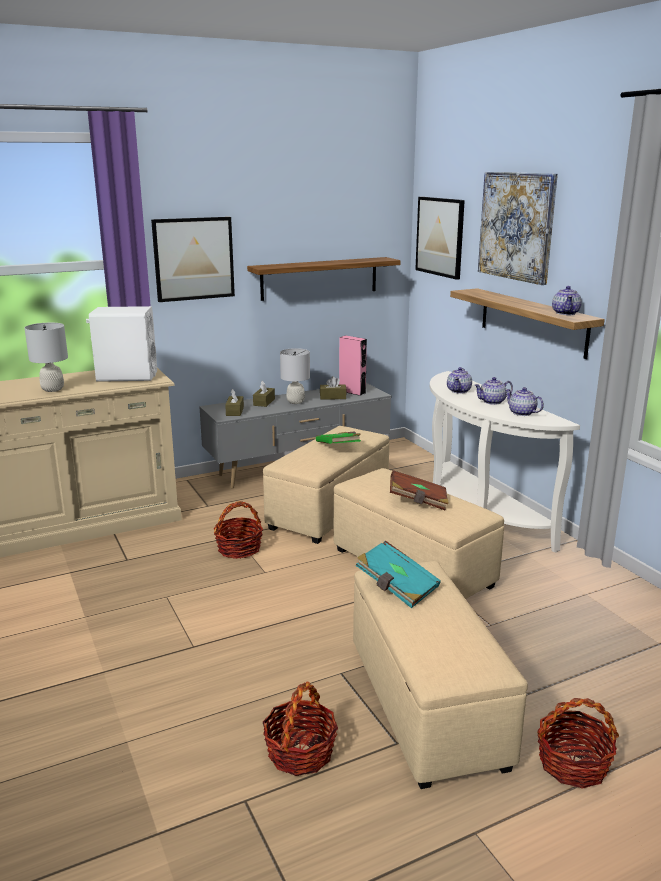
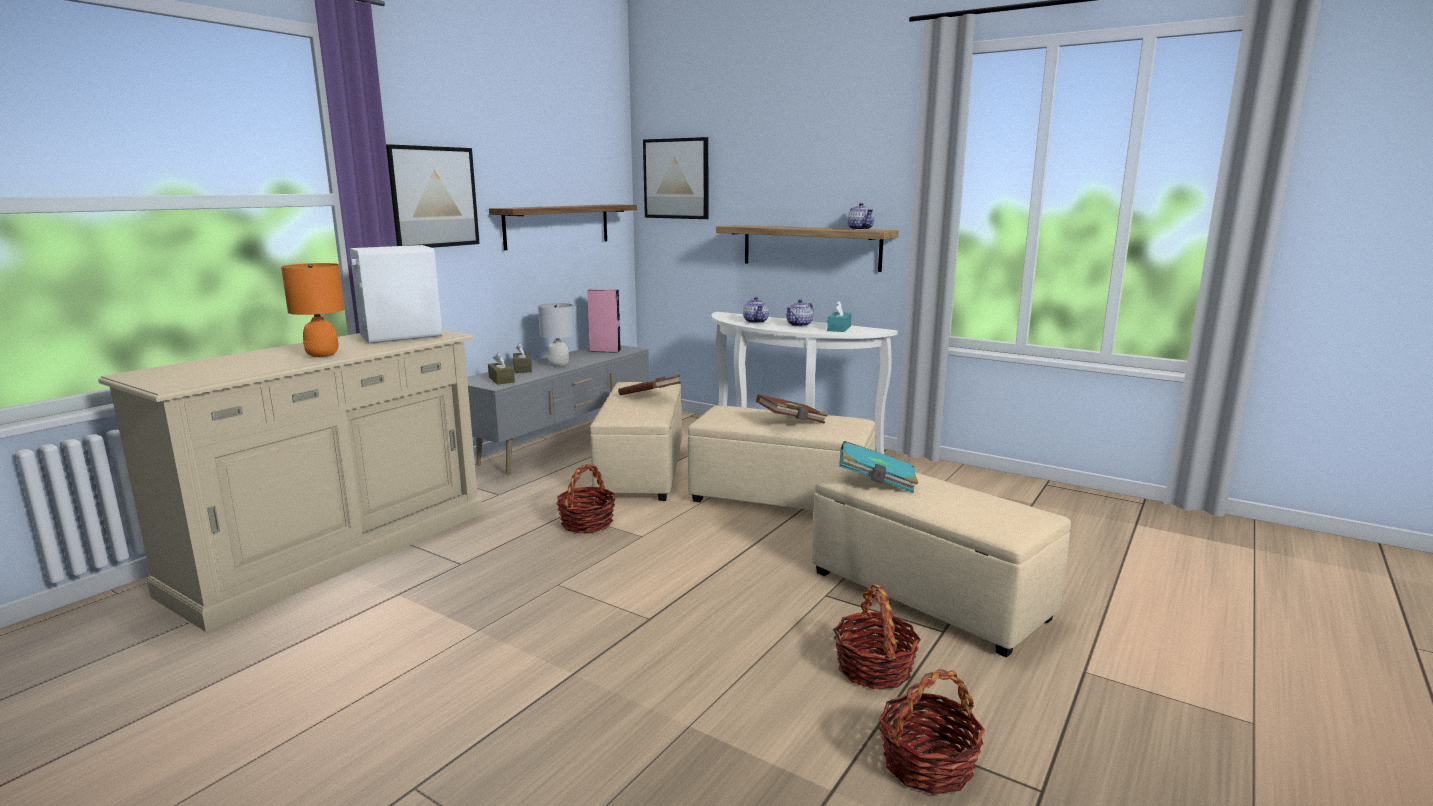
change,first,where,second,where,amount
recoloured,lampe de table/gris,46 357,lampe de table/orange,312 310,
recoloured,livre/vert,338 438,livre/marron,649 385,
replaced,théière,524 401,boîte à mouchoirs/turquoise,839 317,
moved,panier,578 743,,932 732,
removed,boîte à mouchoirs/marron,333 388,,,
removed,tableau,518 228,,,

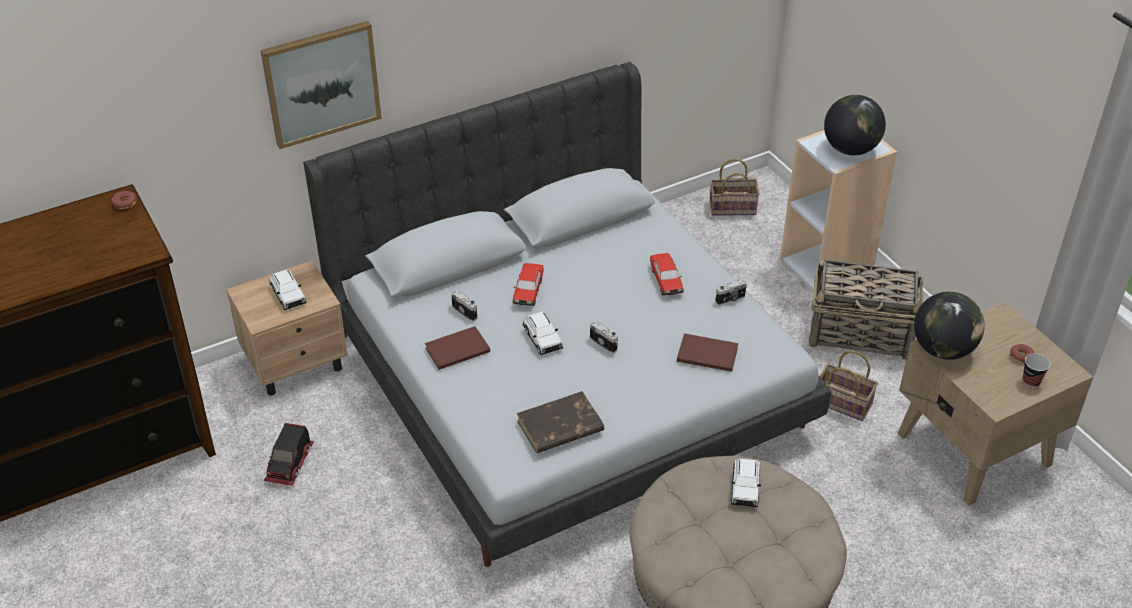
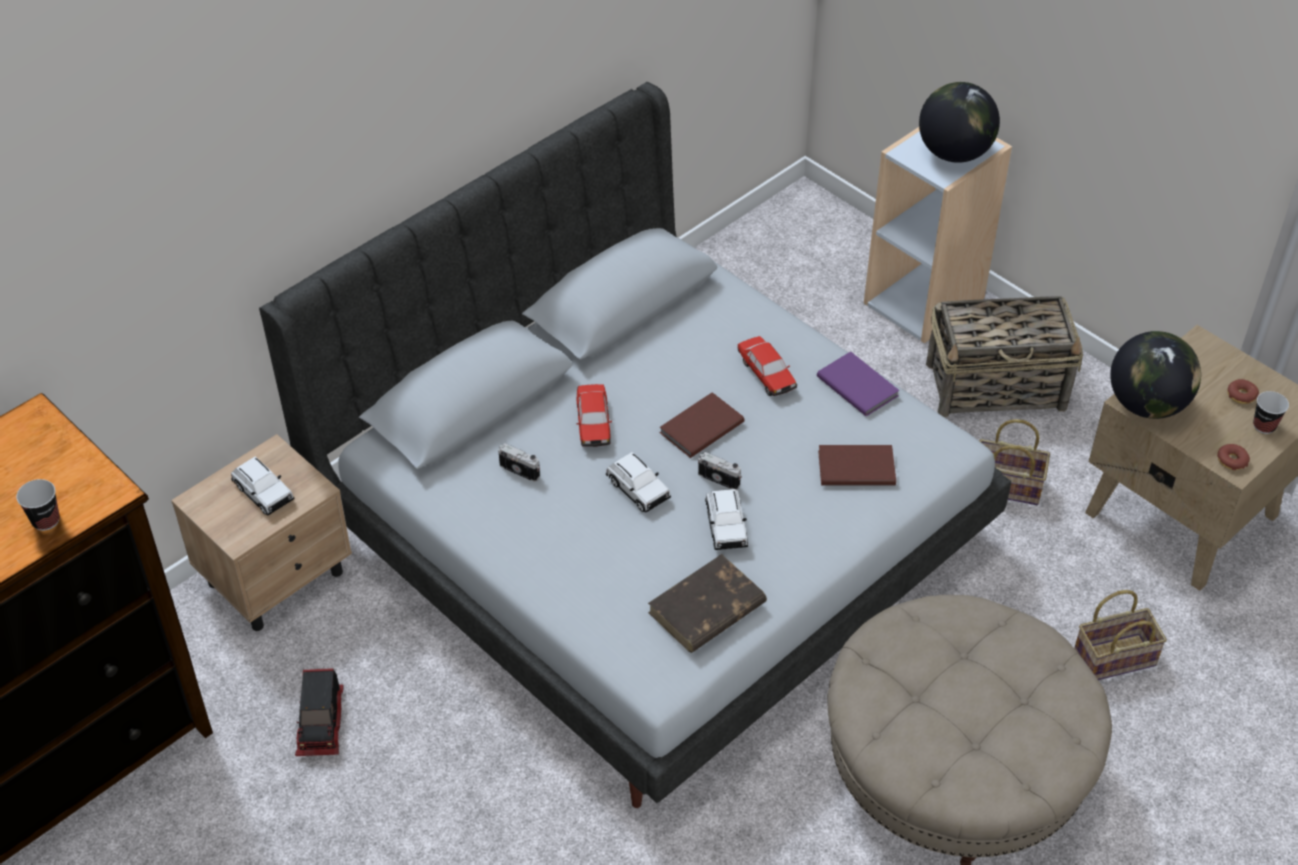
change,first,where,second,where,amount
added,,,tasse,38 505,
moved,livre/marron,457 348,,702 425,
moved,petite voiture/blanc,746 483,,726 519,
replaced,appareil photo,731 292,livre/violet,858 383,
moved,panier,734 187,,1120 635,
moved,beignet,124 200,,1233 457,
removed,tableau,321 85,,,

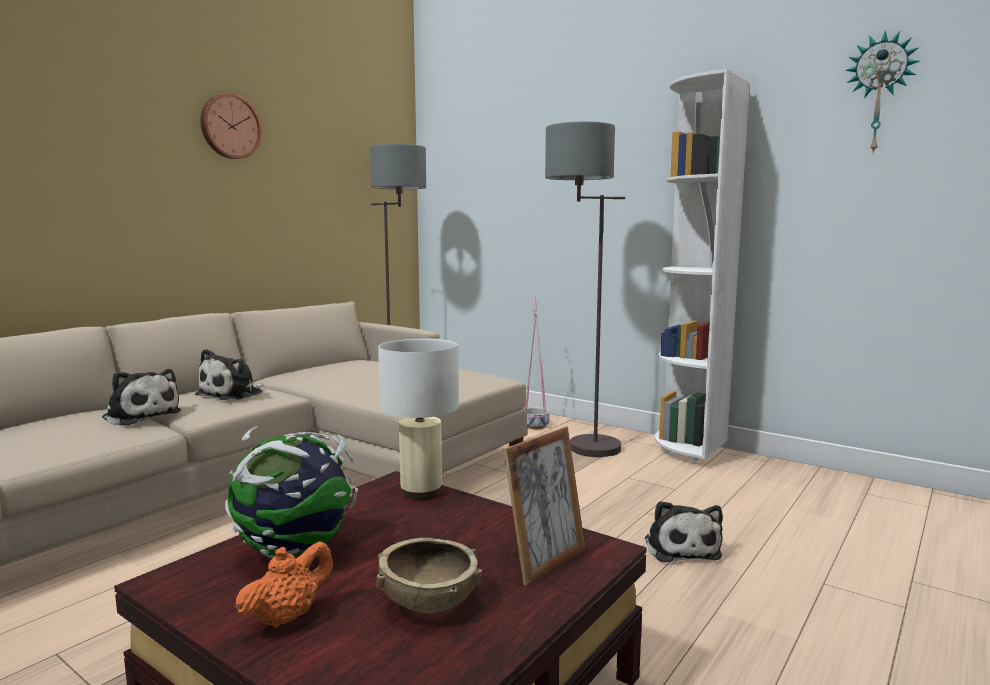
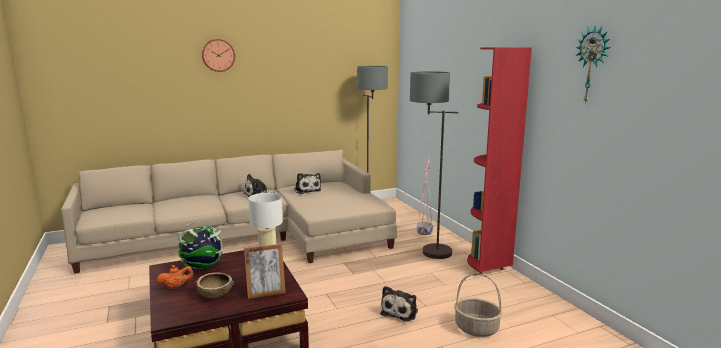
change,first,where,second,where,amount
moved,horloge murale,231 126,,218 55,
moved,peluche,141 397,,307 183,
added,,,panier,478 305,
recoloured,bibliothèque/blanc,702 266,bibliothèque/rouge,499 160,

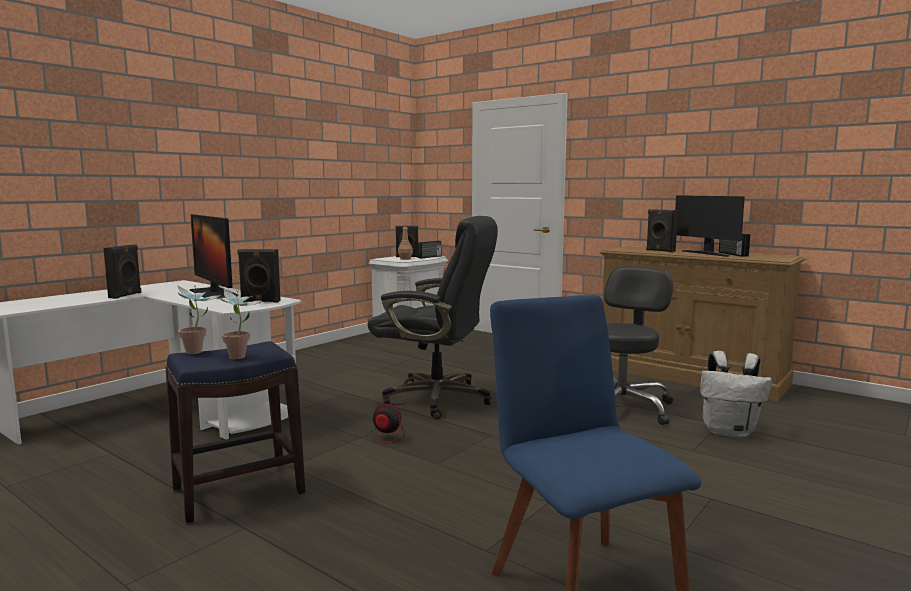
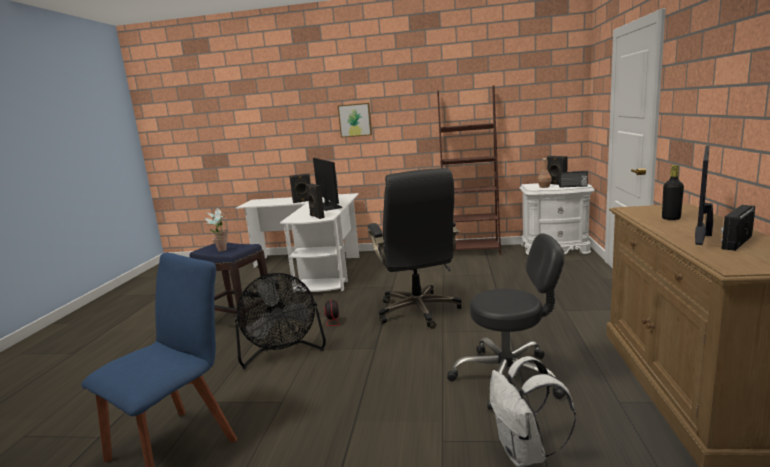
change,first,where,second,where,amount
added,,,ventilateur/noir,280 321,
turned,écran d'ordinateur,214 256,,327 184,135 degrees clockwise
added,,,tableau,355 120,
added,,,bibliothèque/marron,469 170,
replaced,enceinte/noir,662 230,bouteille/noir,673 192,

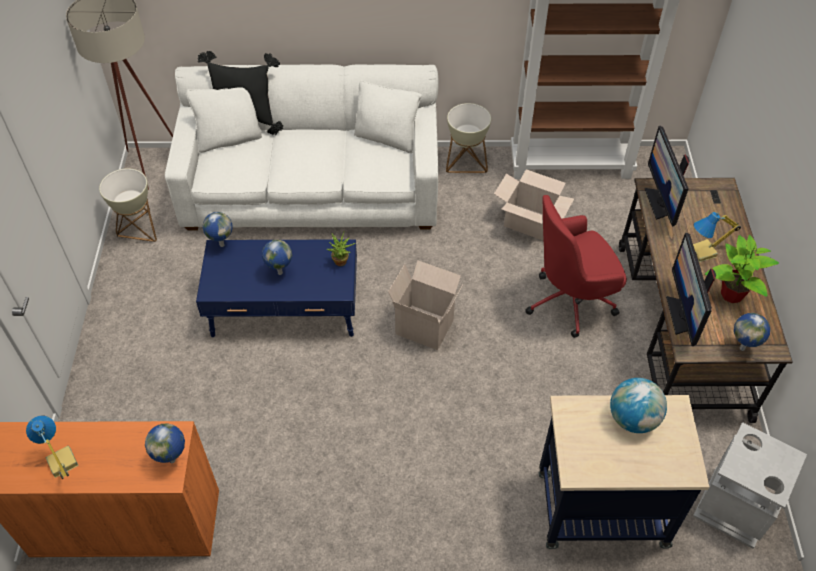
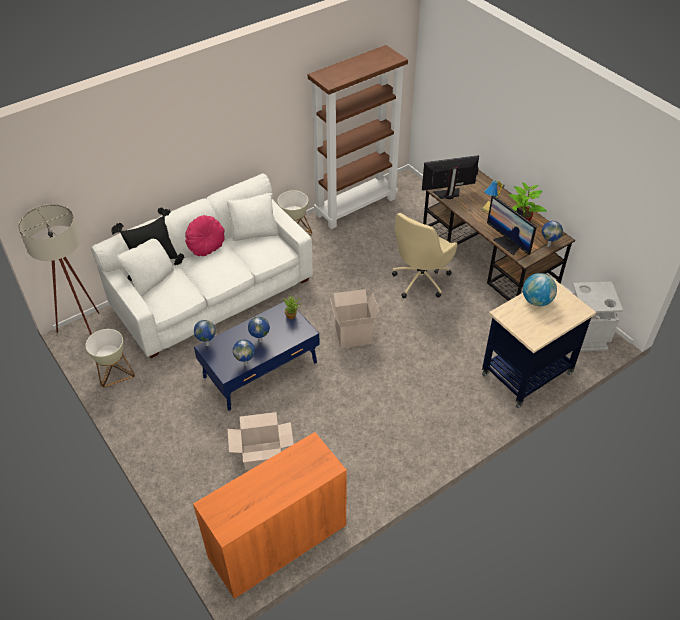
change,first,where,second,where,amount
added,,,coussin/rose,204 235,
moved,carton,534 204,,260 441,
moved,globe,165 443,,244 352,
recoloured,chaise de bureau/rouge,576 266,chaise de bureau/beige,424 255,
turned,écran d'ordinateur,667 176,,450 177,120 degrees clockwise
removed,lampe de table,52 447,,,

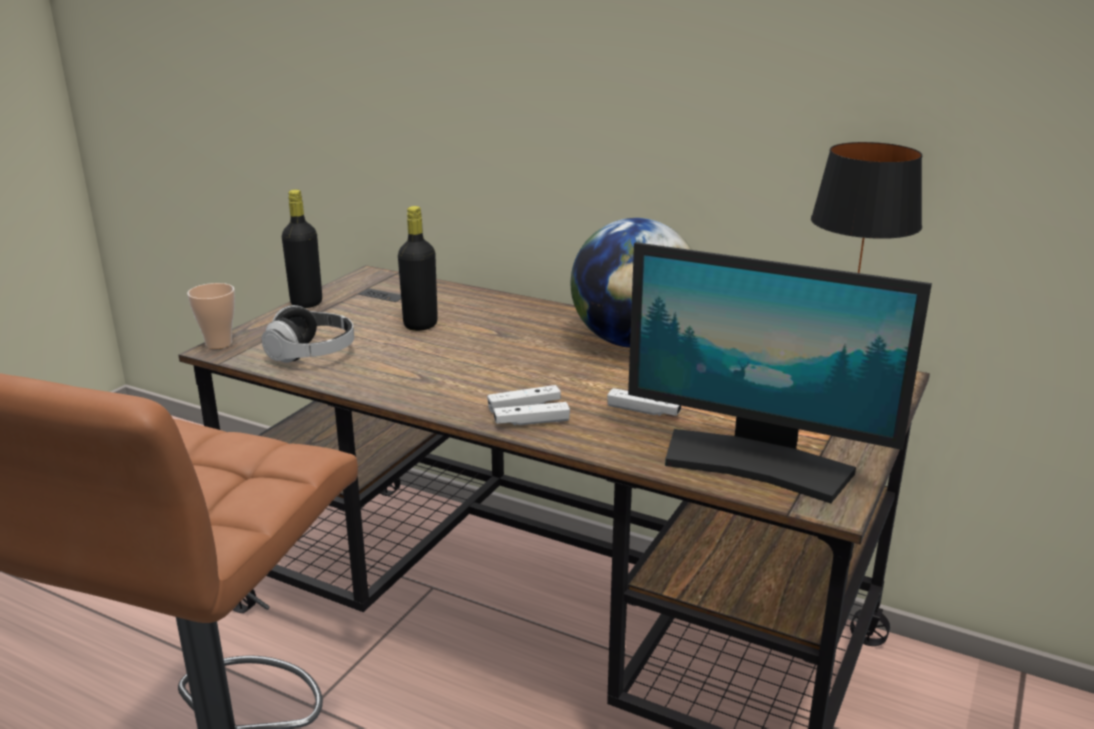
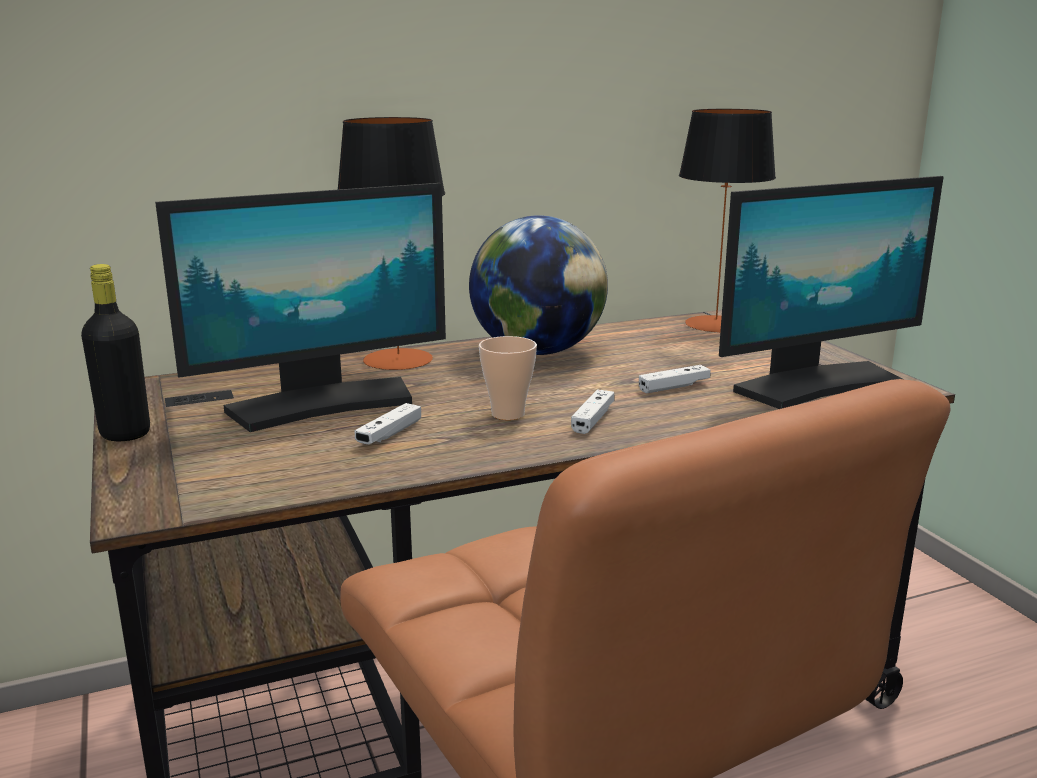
change,first,where,second,where,amount
replaced,bouteille/noir,418 268,écran d'ordinateur,300 307,
added,,,lampe de table,391 243,
moved,manette/blanc,532 414,,388 423,
moved,tasse,211 316,,508 378,
removed,casque audio,308 334,,,

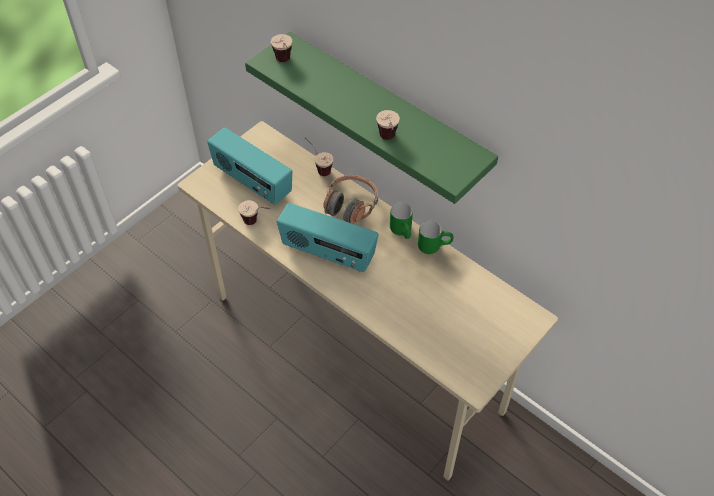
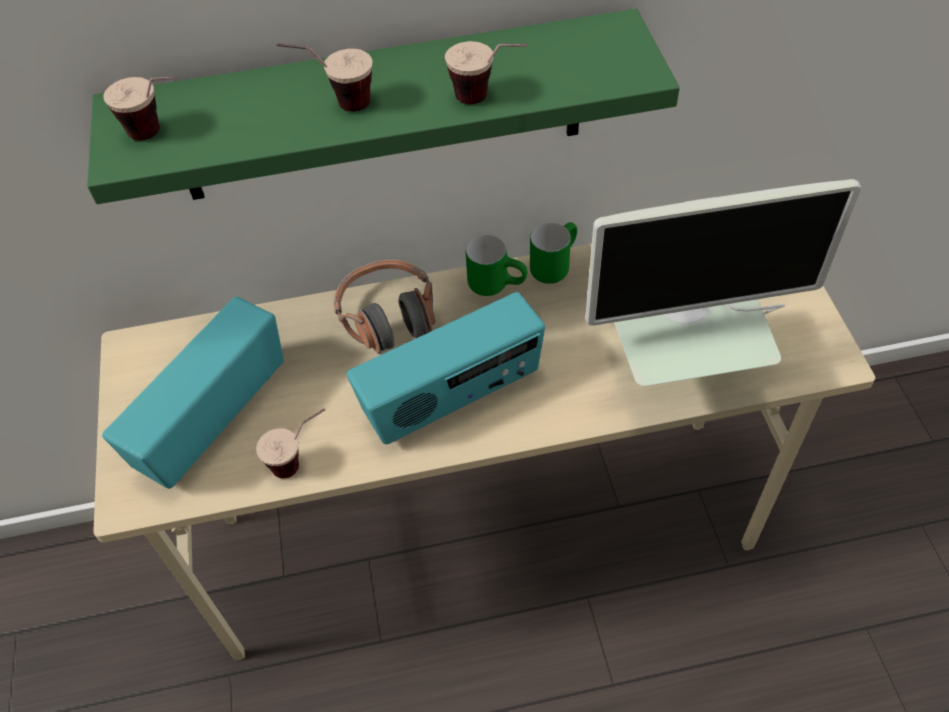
change,first,where,second,where,amount
turned,radio,249 166,,193 393,135 degrees clockwise
moved,tasse,319 157,,324 77,
added,,,écran d'ordinateur,723 282,

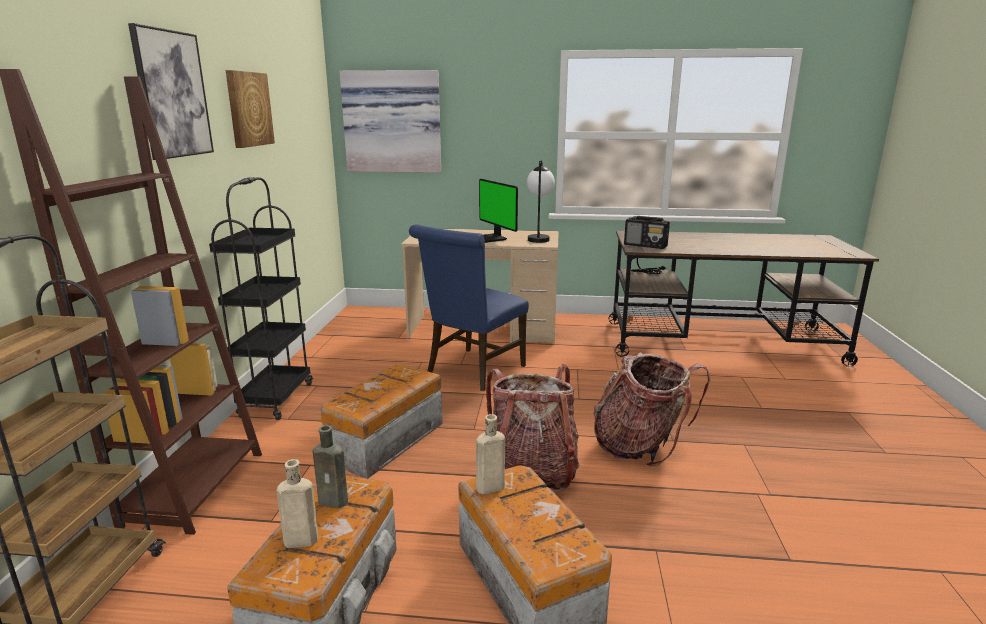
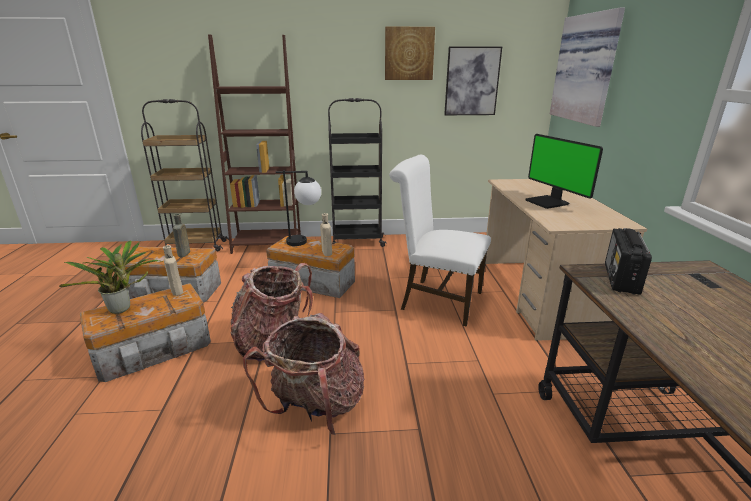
change,first,where,second,where,amount
added,,,plante en pot,111 277,
moved,lampe de table,541 201,,298 208,
moved,bouteille/beige,297 503,,326 234,
recoloured,chaise/bleu,469 307,chaise/blanc,440 240,
moved,tableau,171 91,,473 81,
turned,écran d'ordinateur,498 211,,564 171,75 degrees counterclockwise

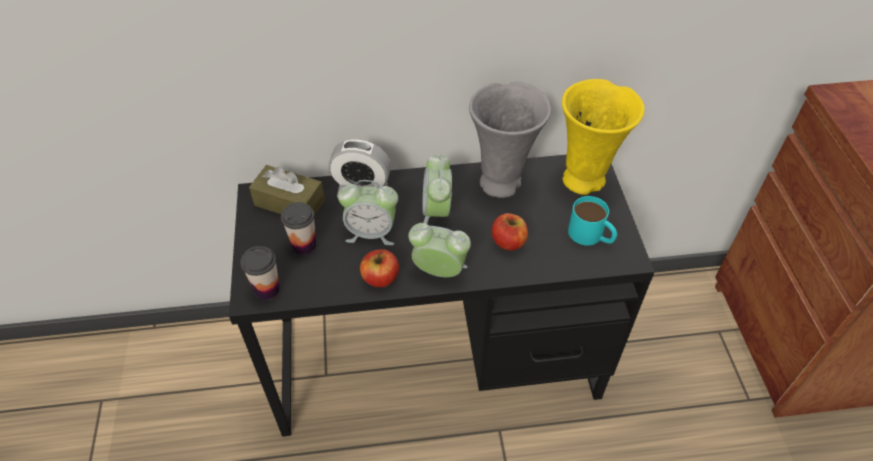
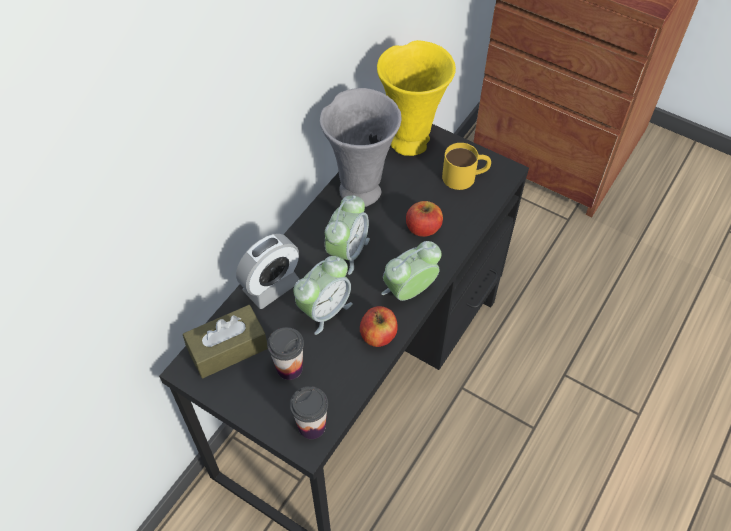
change,first,where,second,where,amount
turned,réveil,437 189,,347 235,105 degrees counterclockwise
recoloured,mug/turquoise,592 220,mug/jaune,466 166,

